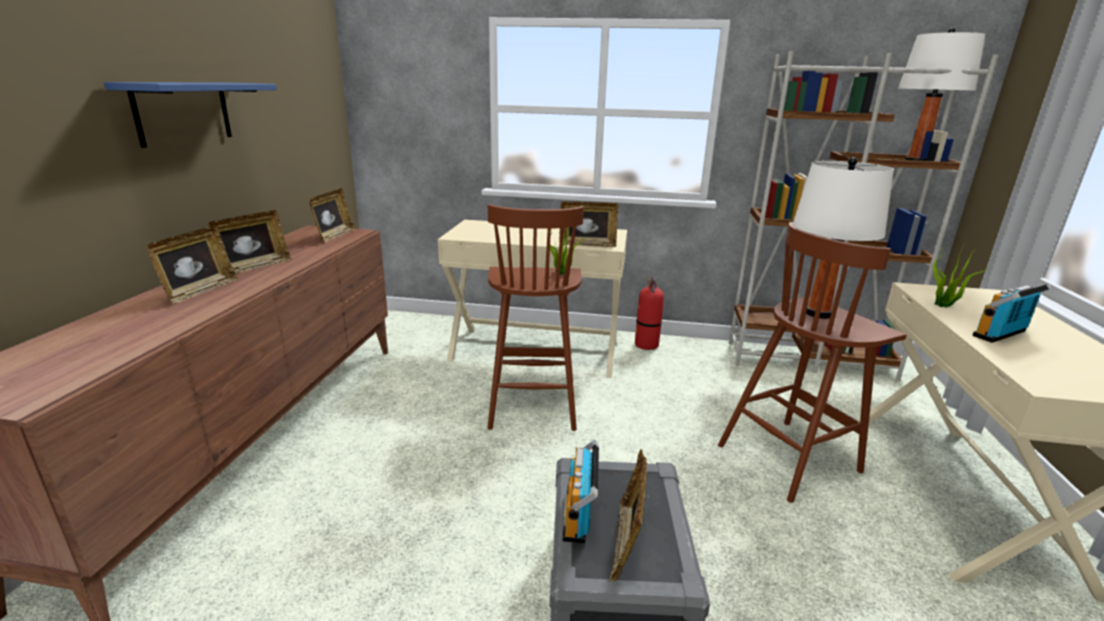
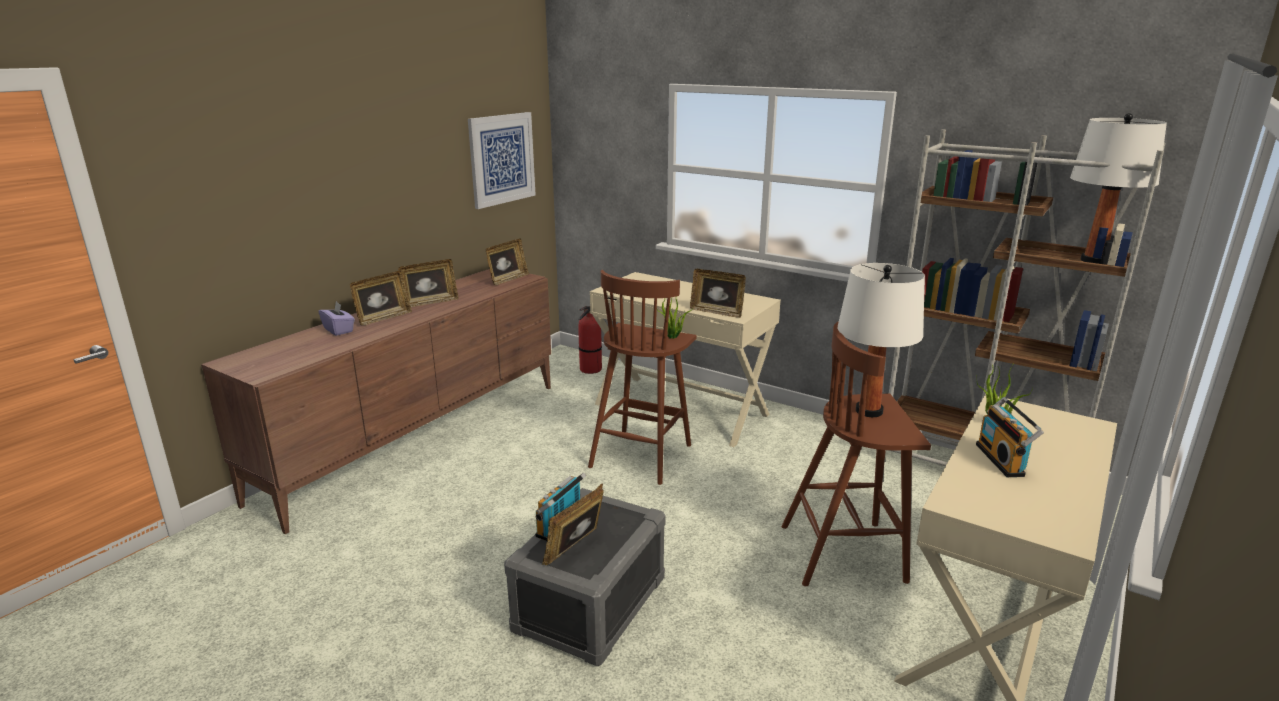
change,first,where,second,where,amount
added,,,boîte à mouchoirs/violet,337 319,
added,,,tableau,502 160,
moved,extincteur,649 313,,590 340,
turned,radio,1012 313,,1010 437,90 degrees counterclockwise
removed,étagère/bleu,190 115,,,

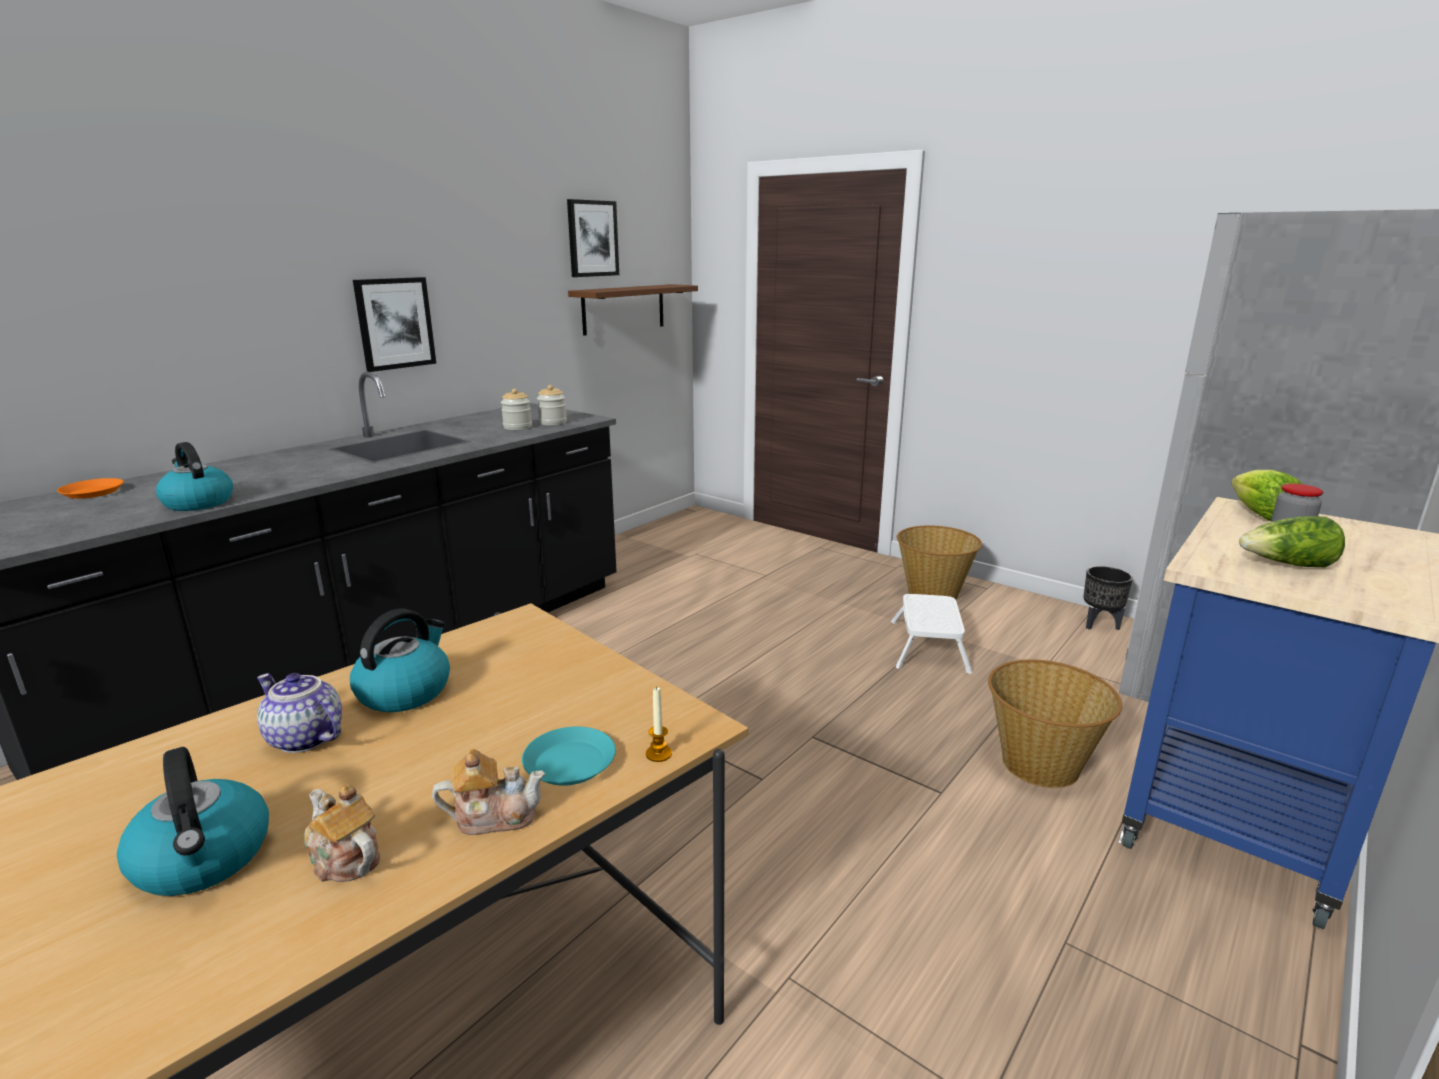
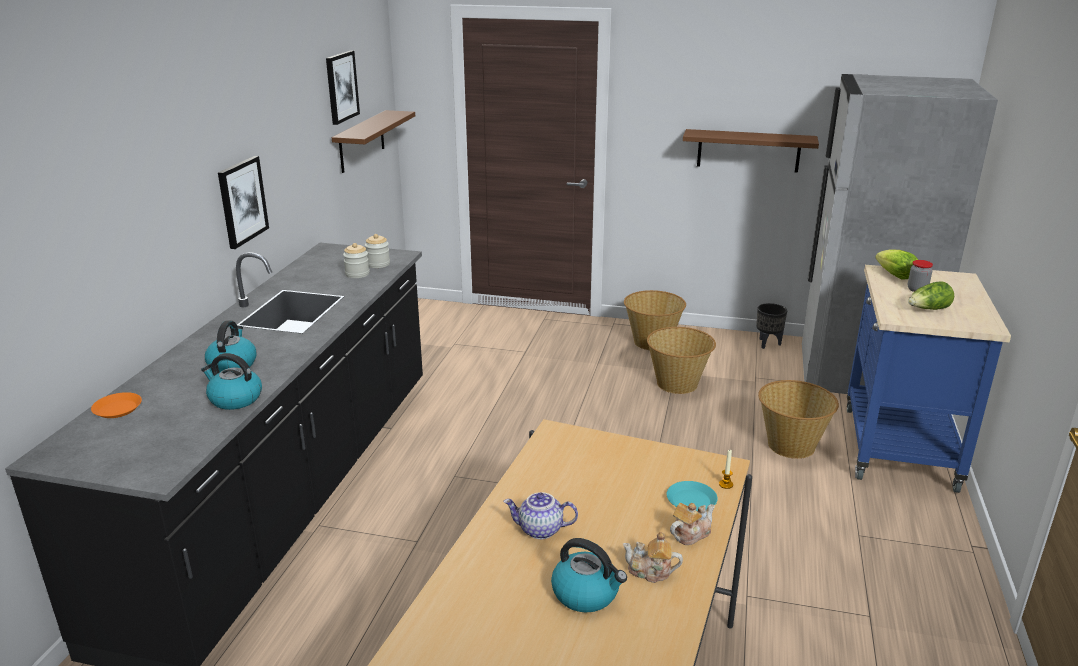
change,first,where,second,where,amount
moved,bouilloire,400 660,,231 346,
replaced,escabeau/blanc,932 634,panier,681 360,
added,,,étagère/marron,751 151,

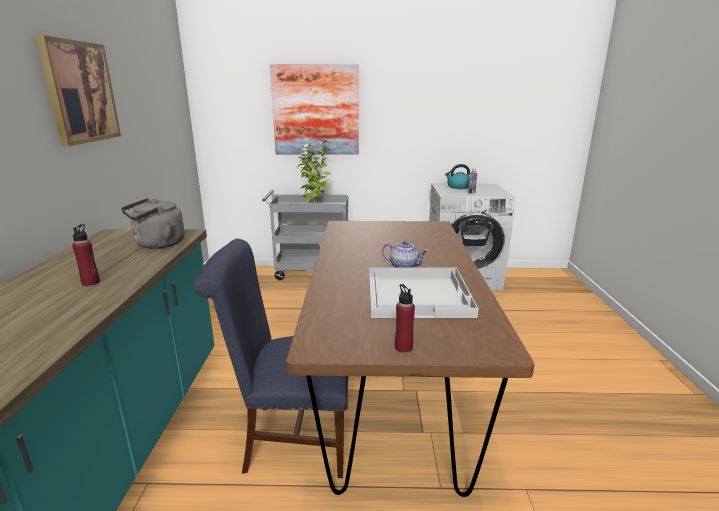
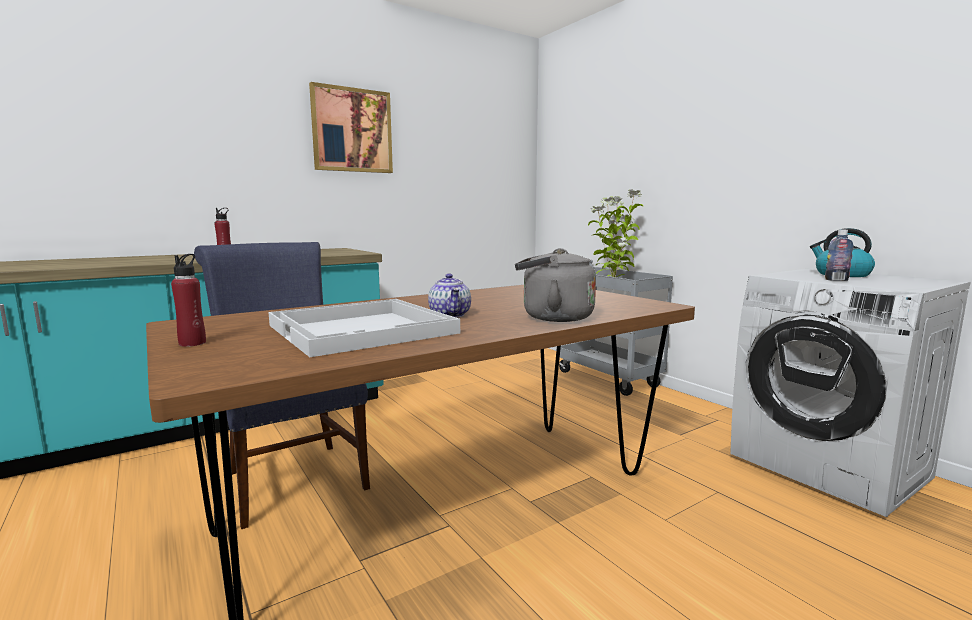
change,first,where,second,where,amount
moved,bouilloire/gris,153 223,,555 285,
removed,tableau,314 109,,,

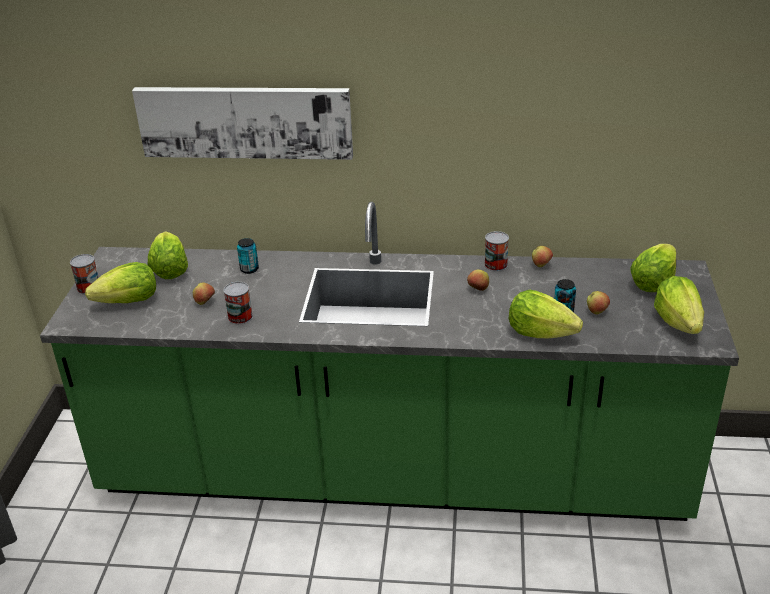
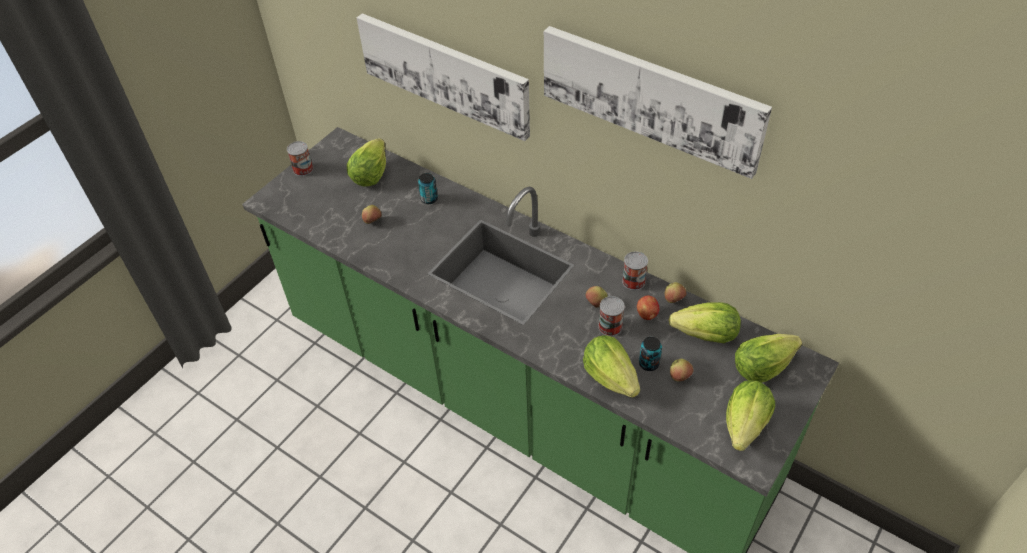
change,first,where,second,where,amount
added,,,tableau,658 102,
moved,boîte métallique,238 303,,611 316,
added,,,pomme,648 308,
moved,laitue,120 282,,705 322,

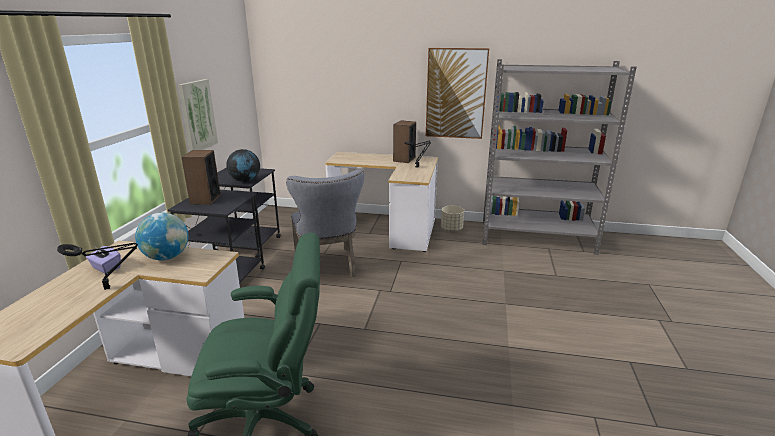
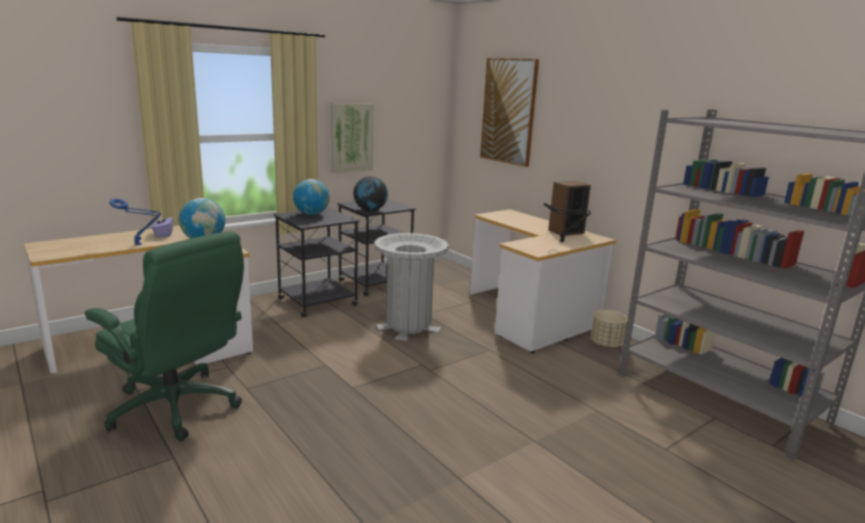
change,first,where,second,where,amount
recoloured,lampe de table/noir,97 266,lampe de table/bleu,135 221,
replaced,enceinte,201 177,globe,311 197,
replaced,chaise/gris,325 223,poubelle/gris,411 287,
moved,tableau,457 93,,509 112,

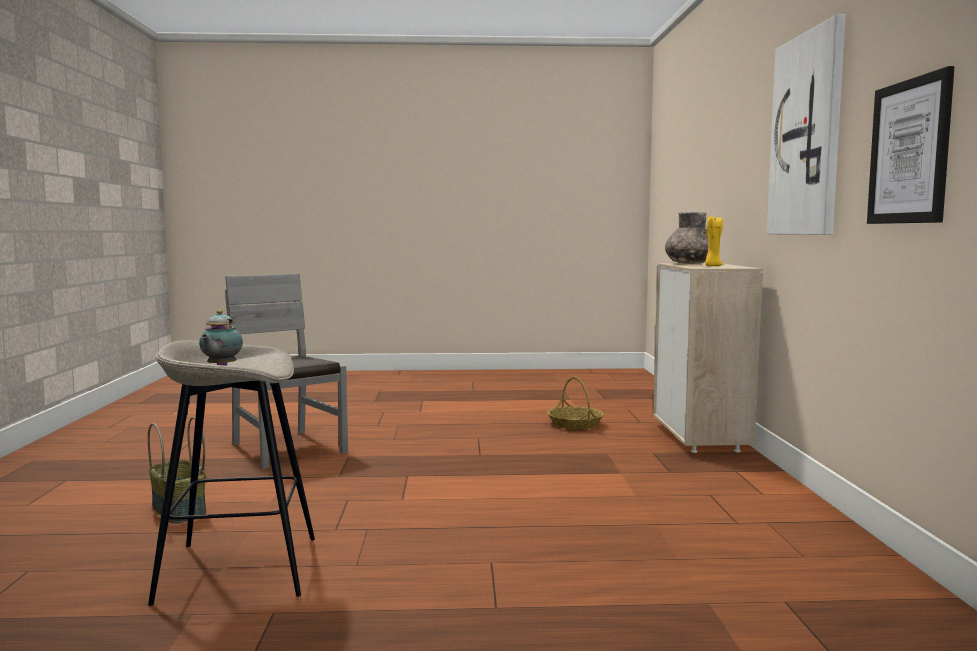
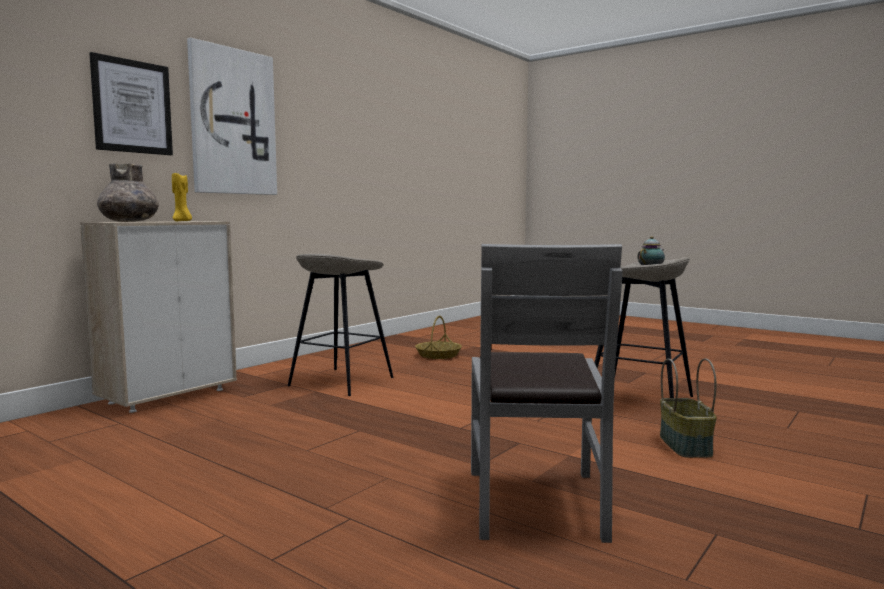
change,first,where,second,where,amount
moved,tableau,910 145,,131 103,
added,,,tabouret/gris,340 325,
moved,panier,575 403,,438 337,

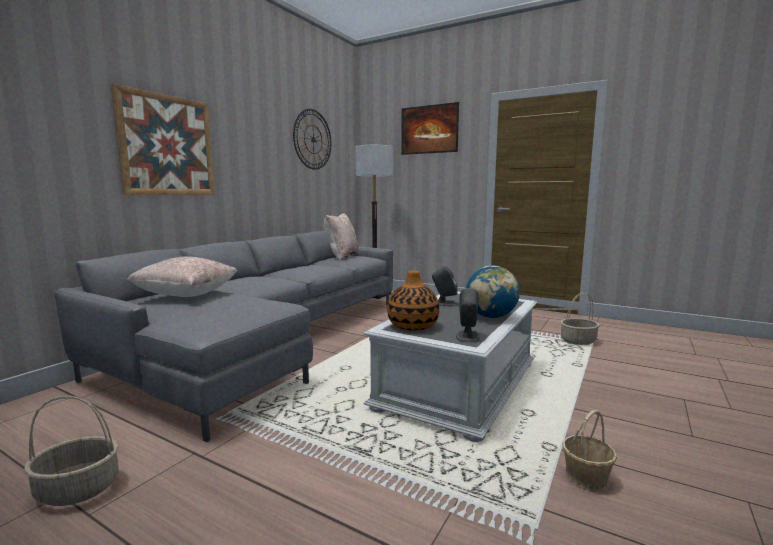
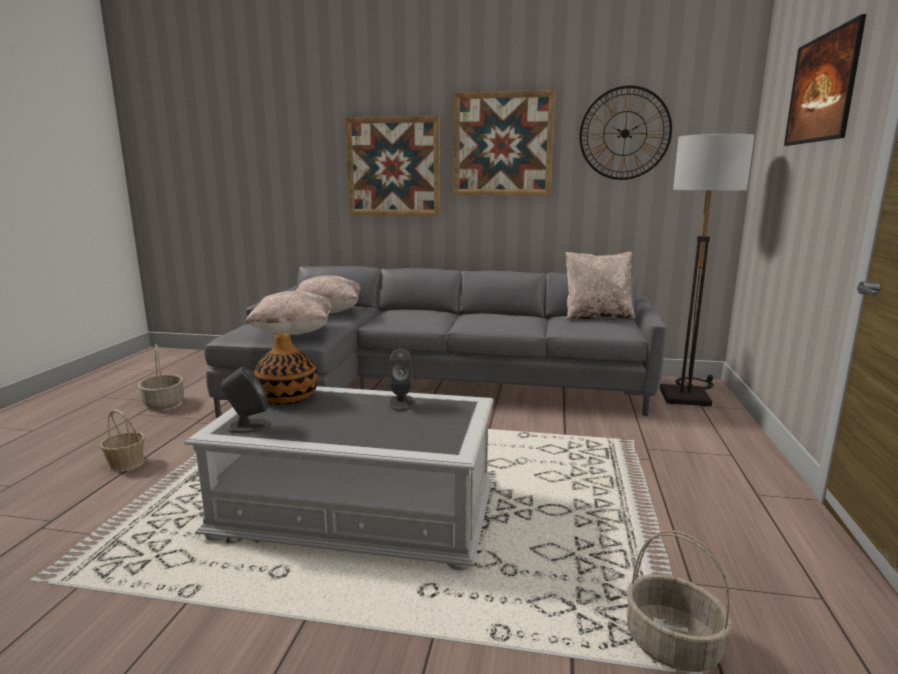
change,first,where,second,where,amount
moved,panier,589 451,,122 440,
added,,,coussin/beige,289 313,
added,,,tableau,504 143,
removed,globe,493 292,,,

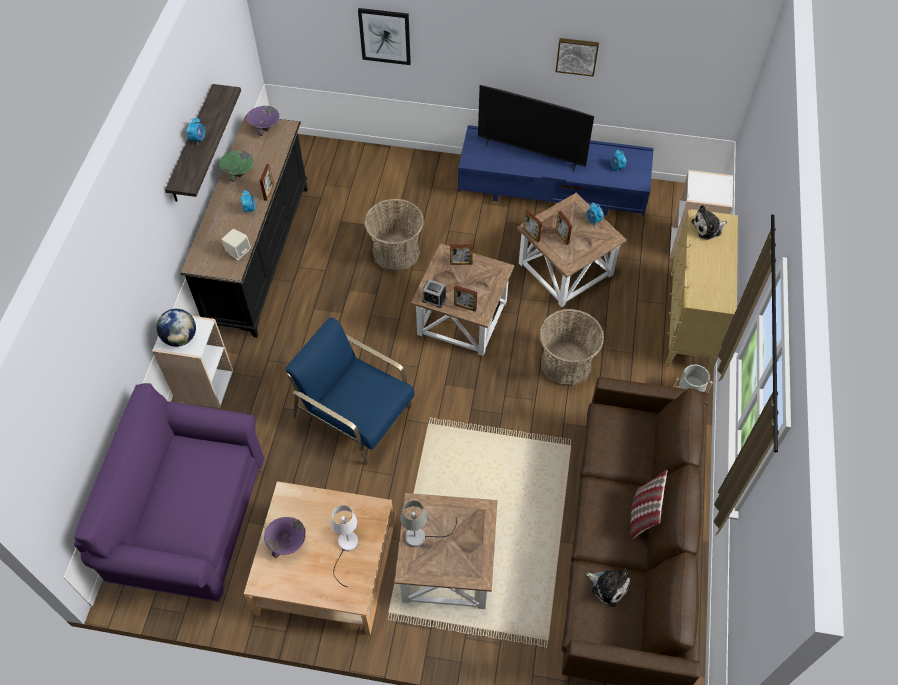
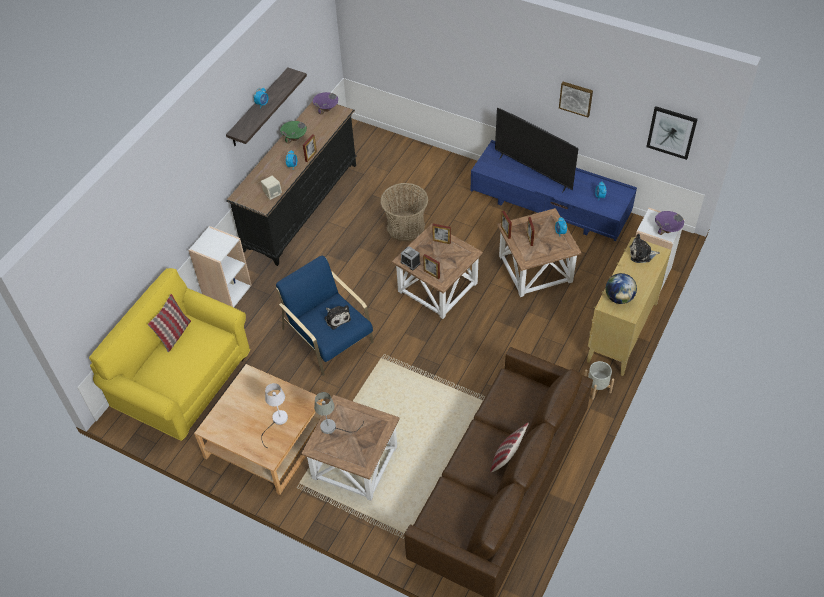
change,first,where,second,where,amount
recoloured,canapé/violet,169 492,canapé/jaune,169 354,
added,,,coussin,169 323,
moved,peluche,608 588,,337 317,
moved,globe,176 328,,621 288,
moved,tableau,384 36,,672 133,
moved,bol/violet,284 537,,669 223,
removed,panier,571 347,,,

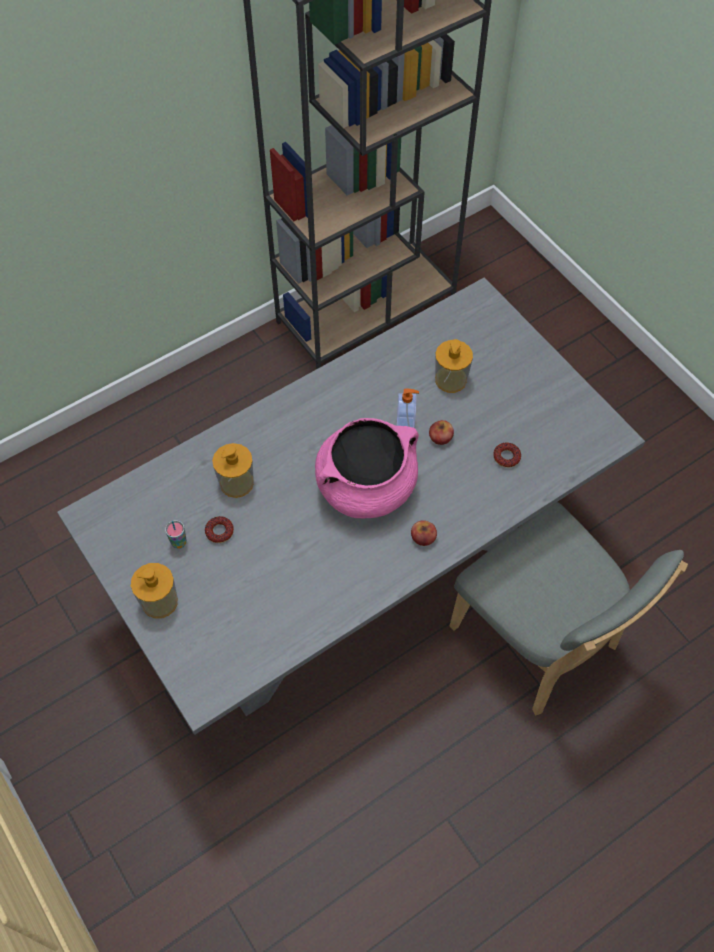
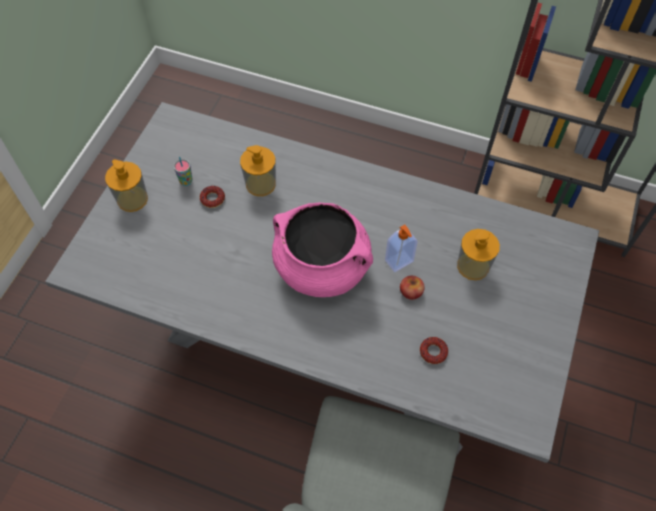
change,first,where,second,where,amount
removed,pomme,424 533,,,

